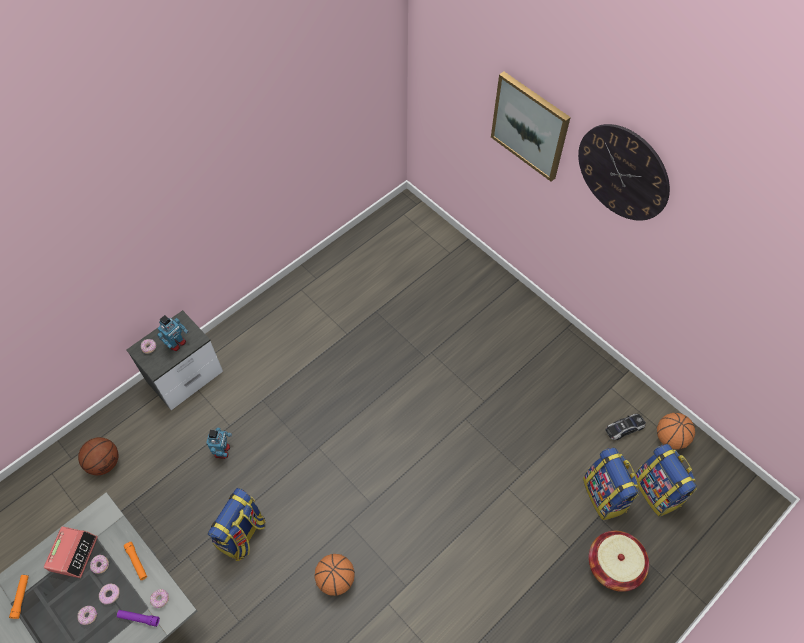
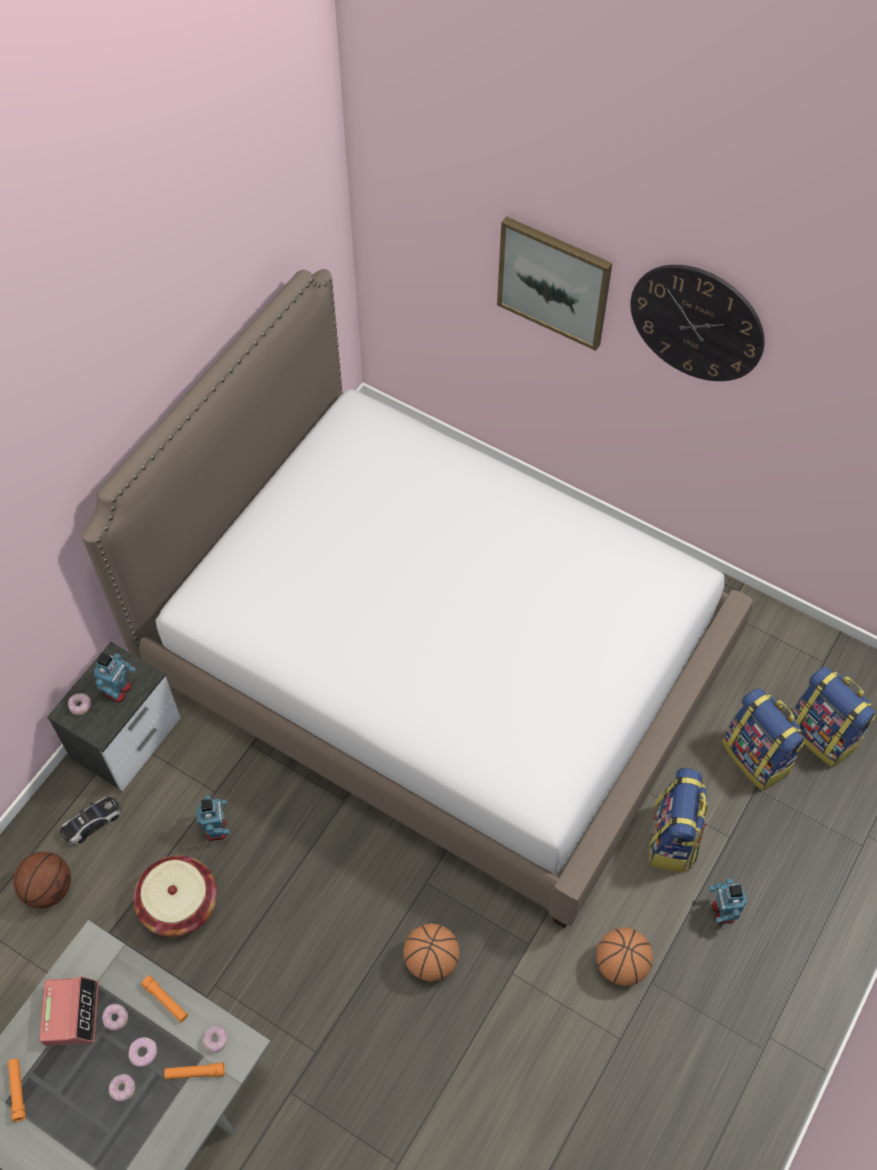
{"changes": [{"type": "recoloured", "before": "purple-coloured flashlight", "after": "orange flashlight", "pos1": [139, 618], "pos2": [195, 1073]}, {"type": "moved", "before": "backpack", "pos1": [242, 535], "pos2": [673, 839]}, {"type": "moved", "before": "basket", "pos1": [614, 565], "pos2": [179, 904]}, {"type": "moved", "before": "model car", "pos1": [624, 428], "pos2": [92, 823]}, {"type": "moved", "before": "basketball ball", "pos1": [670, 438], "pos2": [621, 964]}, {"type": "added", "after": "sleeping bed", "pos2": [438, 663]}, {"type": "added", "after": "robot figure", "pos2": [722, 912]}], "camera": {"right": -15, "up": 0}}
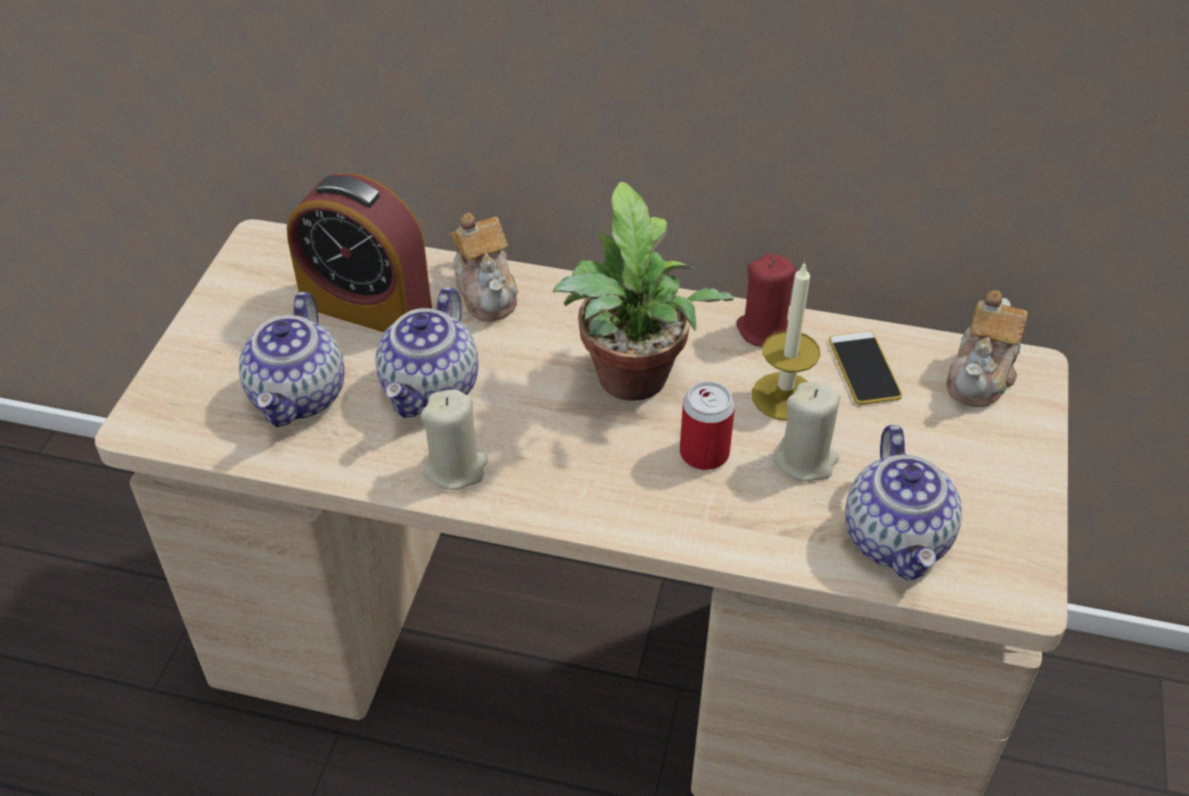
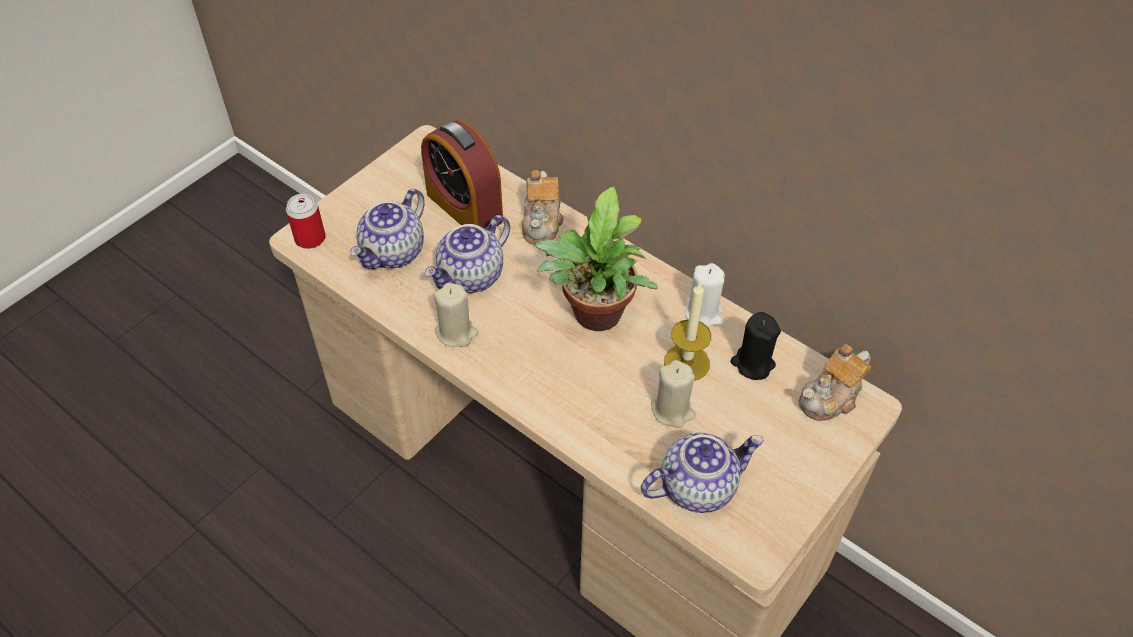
{"changes": [{"type": "moved", "before": "can", "pos1": [704, 453], "pos2": [310, 238]}, {"type": "recoloured", "before": "red wax candle", "after": "whitish wax candle", "pos1": [765, 331], "pos2": [703, 313]}, {"type": "replaced", "before": "phone", "after": "black-coloured wax candle", "pos1": [864, 368], "pos2": [752, 363]}, {"type": "turned", "before": "teapot", "pos1": [898, 540], "pos2": [697, 486], "turn": -135}], "camera": {"right": 25, "up": 5}}
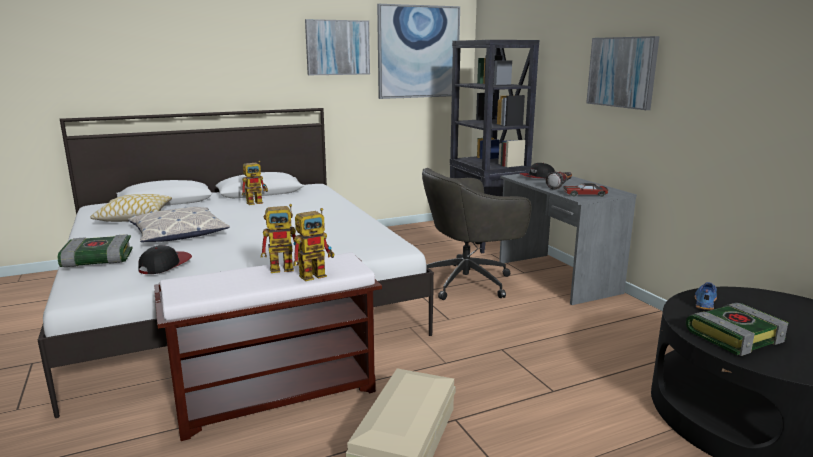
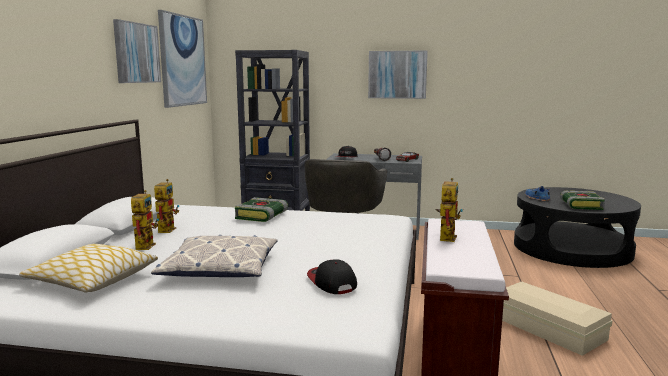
{"changes": [{"type": "moved", "before": "bound book", "pos1": [96, 260], "pos2": [262, 216]}, {"type": "moved", "before": "robot figure", "pos1": [317, 274], "pos2": [145, 245]}], "camera": {"right": -55, "up": -5}}
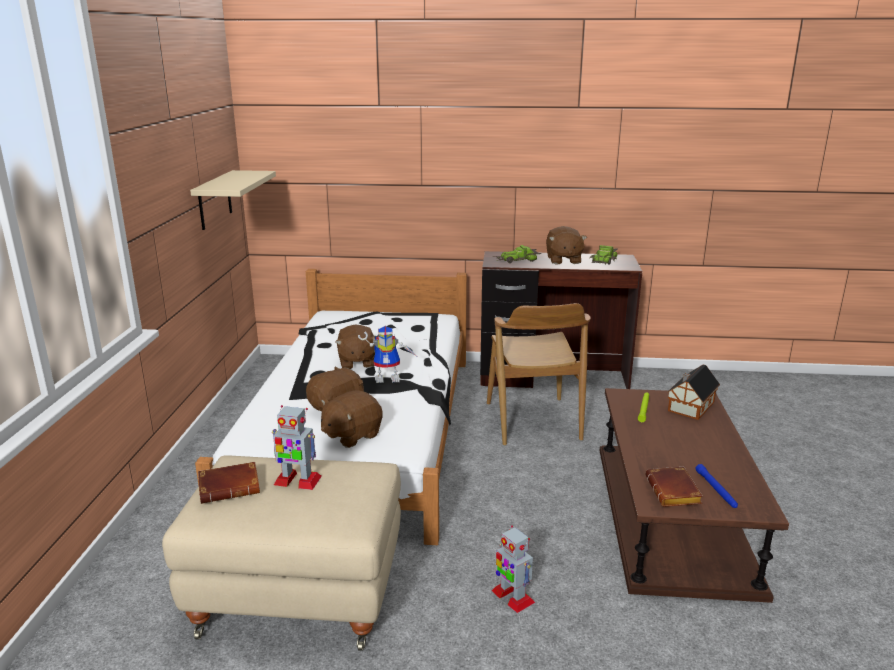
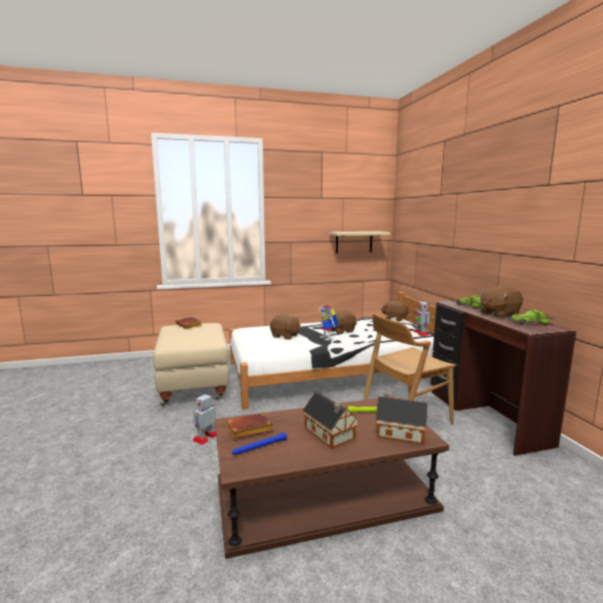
{"changes": [{"type": "moved", "before": "robot figure", "pos1": [297, 480], "pos2": [421, 333]}, {"type": "moved", "before": "brown soft toy", "pos1": [351, 435], "pos2": [394, 319]}, {"type": "added", "after": "miniature house", "pos2": [330, 434]}], "camera": {"right": 70, "up": -10}}
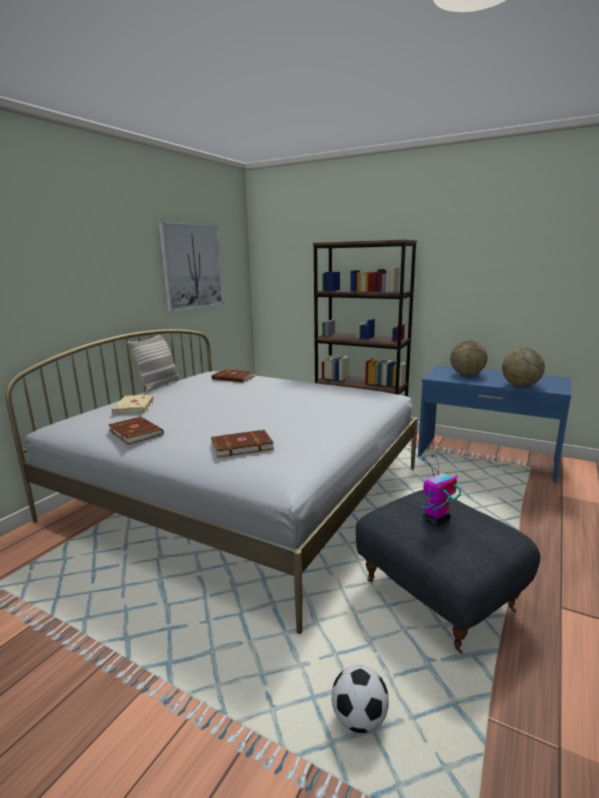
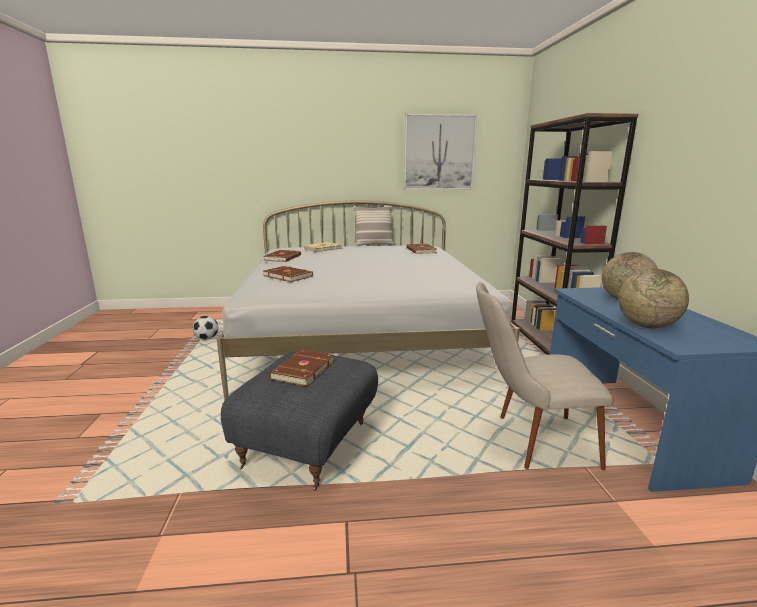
{"changes": [{"type": "moved", "before": "football", "pos1": [359, 719], "pos2": [206, 339]}, {"type": "replaced", "before": "robot figure", "after": "brown bound book", "pos1": [436, 520], "pos2": [302, 370]}, {"type": "added", "after": "sand-coloured plain chair", "pos2": [528, 441]}], "camera": {"right": 55, "up": 0}}
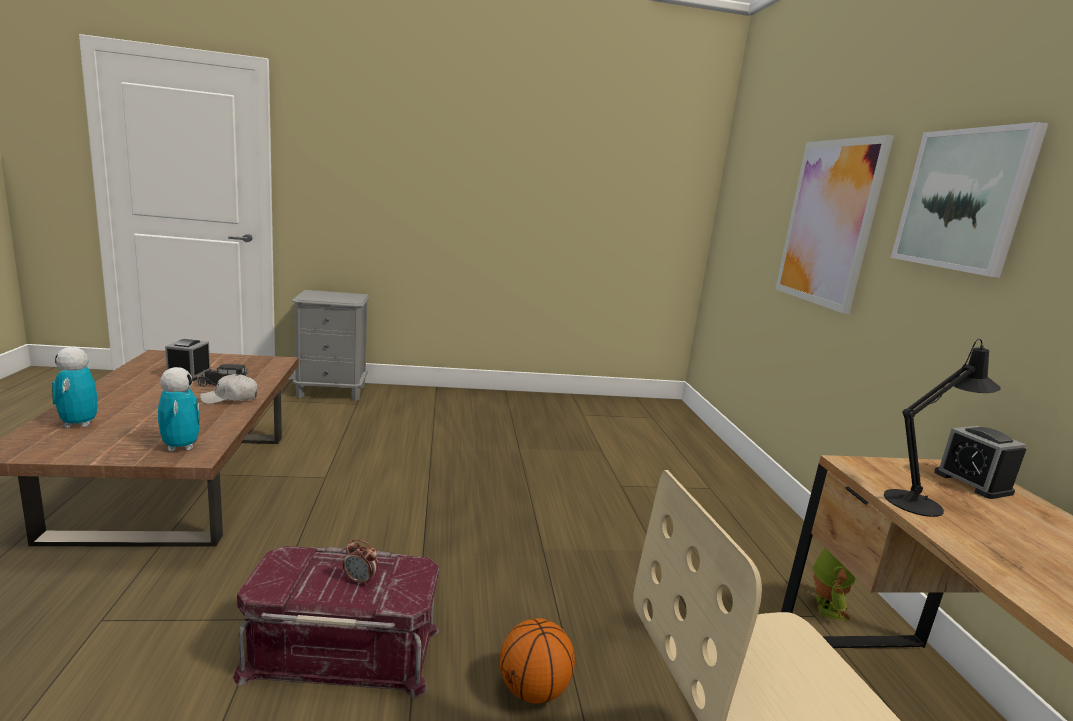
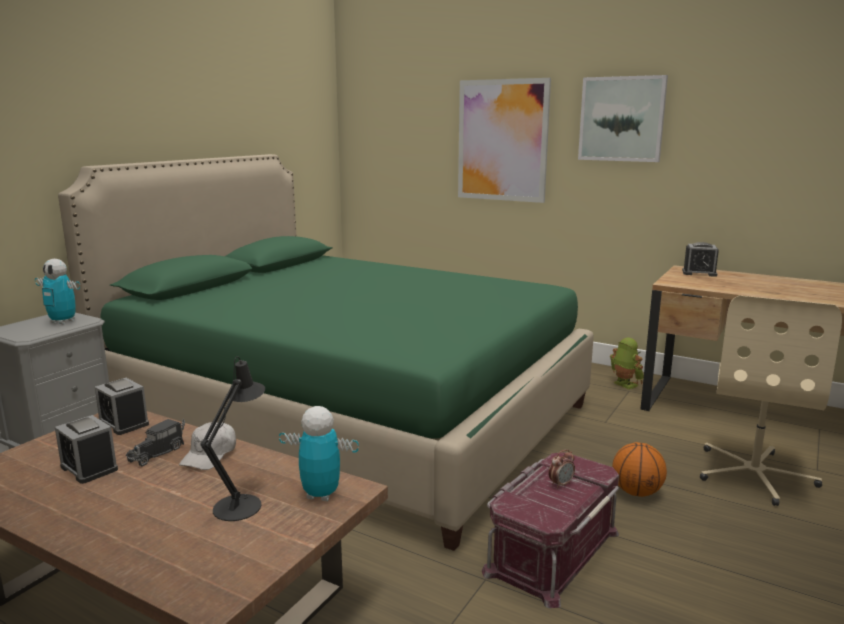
{"changes": [{"type": "moved", "before": "robot figure", "pos1": [79, 424], "pos2": [63, 322]}, {"type": "moved", "before": "black-coloured lamp for a table", "pos1": [919, 502], "pos2": [241, 503]}, {"type": "added", "after": "green sleeping bed", "pos2": [347, 414]}, {"type": "added", "after": "alarm clock", "pos2": [124, 423]}], "camera": {"right": -50, "up": 0}}
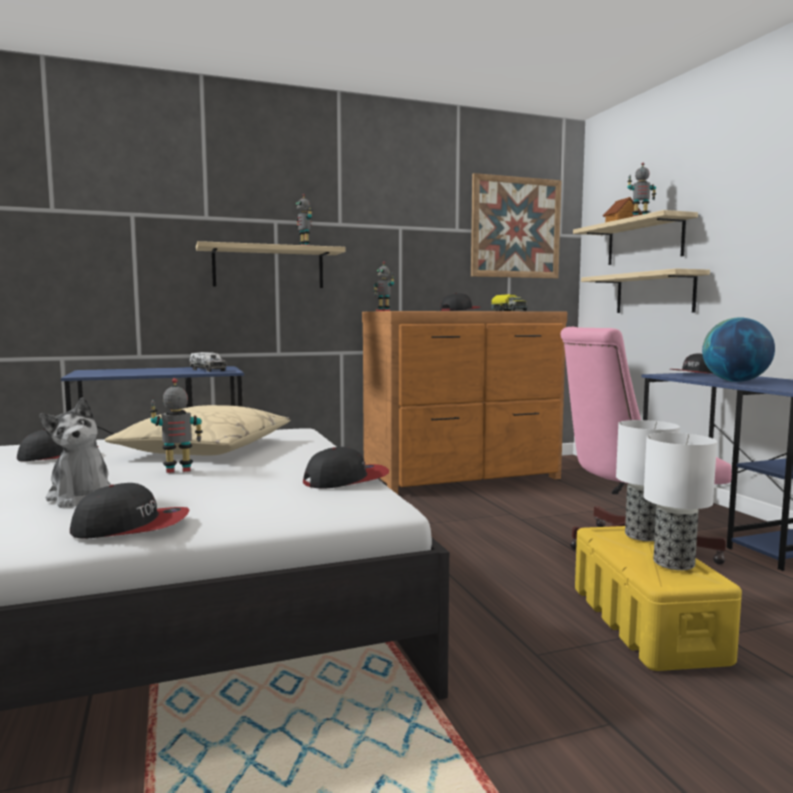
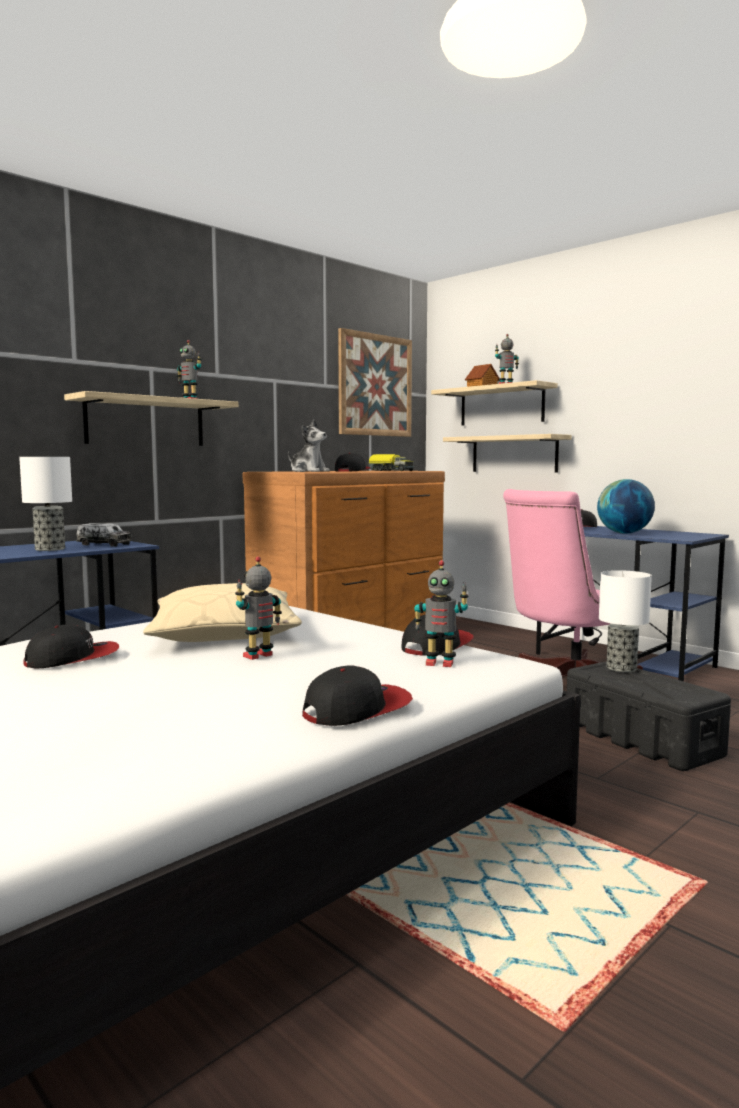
{"changes": [{"type": "moved", "before": "soft toy", "pos1": [82, 496], "pos2": [308, 471]}, {"type": "moved", "before": "robot figure", "pos1": [383, 311], "pos2": [439, 663]}, {"type": "recoloured", "before": "yellow storage container", "after": "black-coloured storage container", "pos1": [646, 624], "pos2": [642, 740]}, {"type": "moved", "before": "lamp for a table", "pos1": [672, 563], "pos2": [49, 549]}], "camera": {"right": -25, "up": 0}}
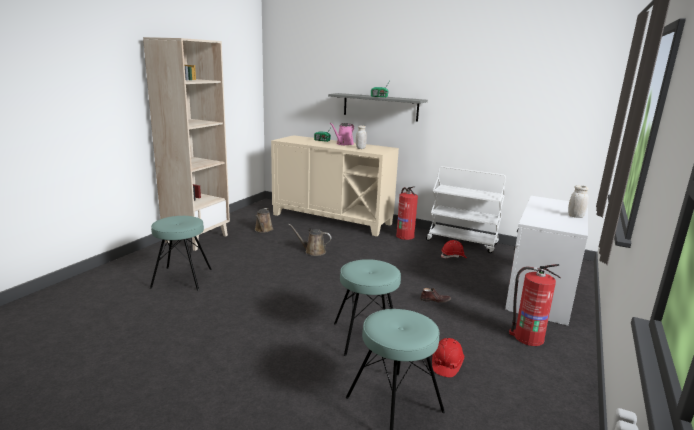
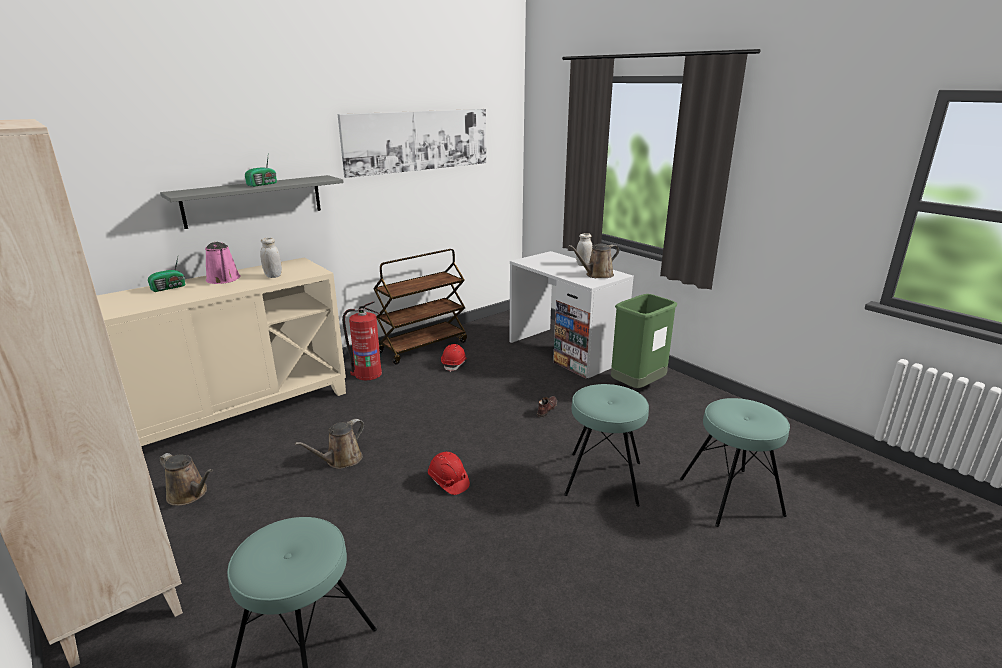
{"changes": [{"type": "recoloured", "before": "whitish cart", "after": "brown cart", "pos1": [462, 242], "pos2": [423, 346]}, {"type": "moved", "before": "red safety helmet", "pos1": [446, 365], "pos2": [448, 481]}, {"type": "replaced", "before": "fire-fighting cylinder", "after": "green waste bin", "pos1": [527, 337], "pos2": [637, 387]}, {"type": "added", "after": "wall art", "pos2": [418, 140]}, {"type": "added", "after": "brown watering can", "pos2": [597, 275]}], "camera": {"right": -65, "up": 5}}
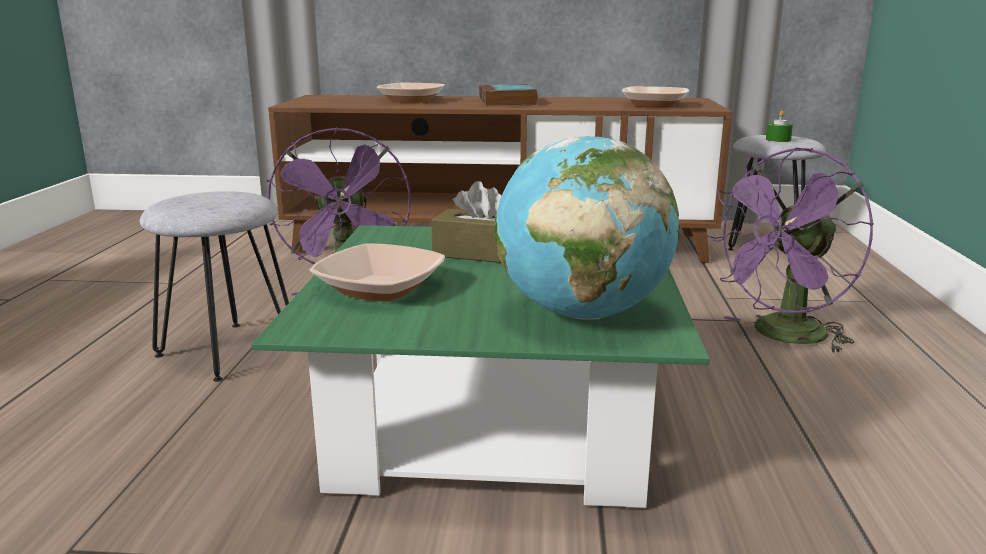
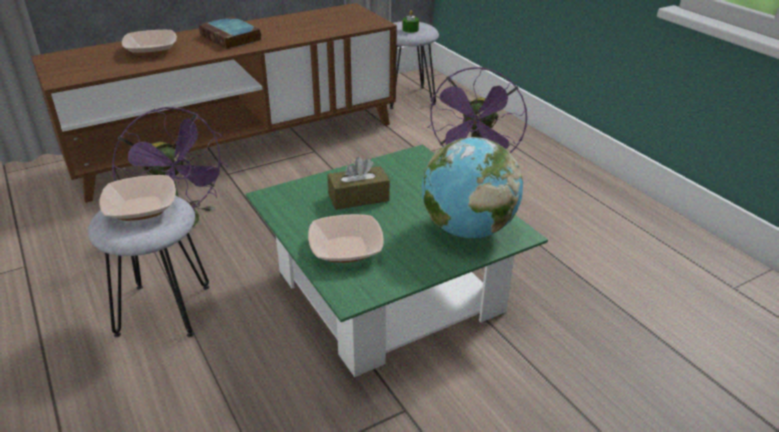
{"changes": [{"type": "moved", "before": "serving bowl", "pos1": [654, 105], "pos2": [141, 208]}], "camera": {"right": -35, "up": 15}}
